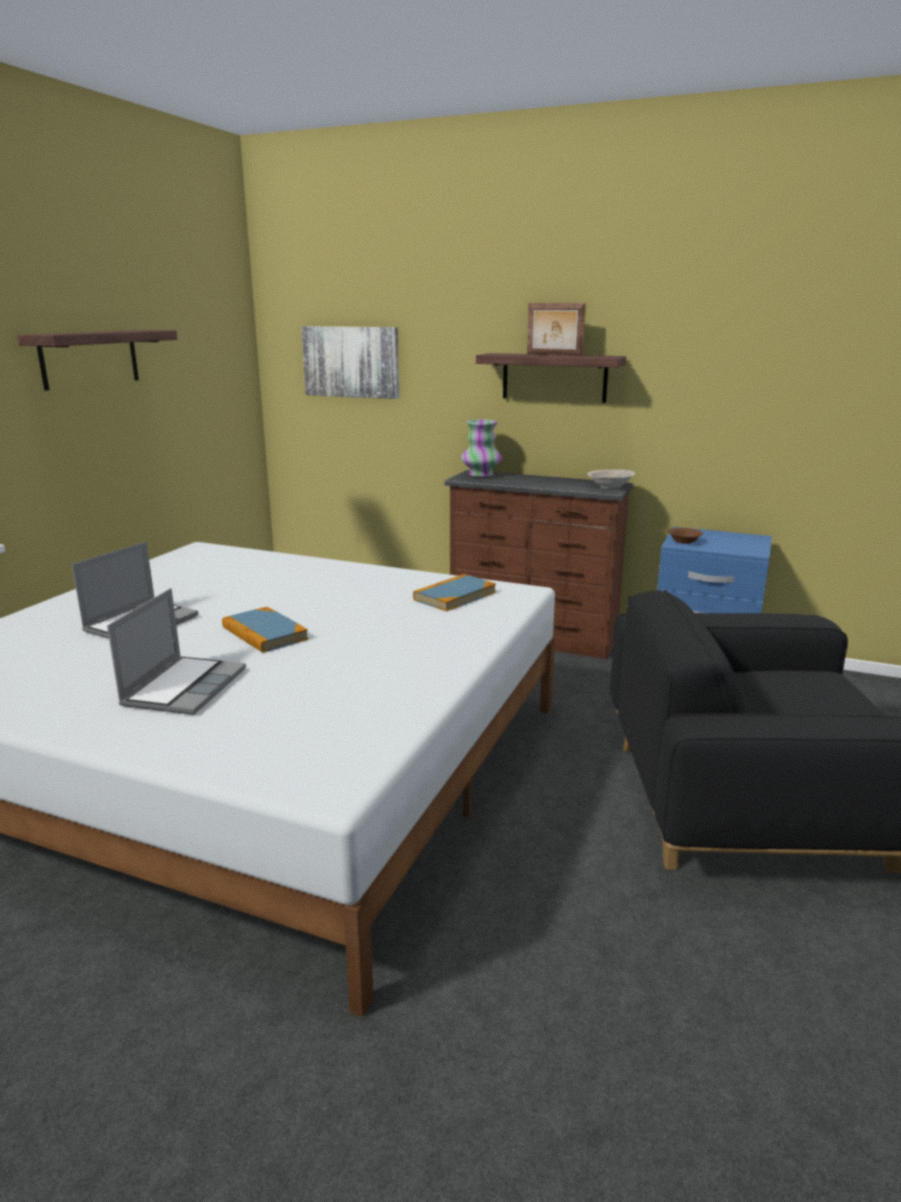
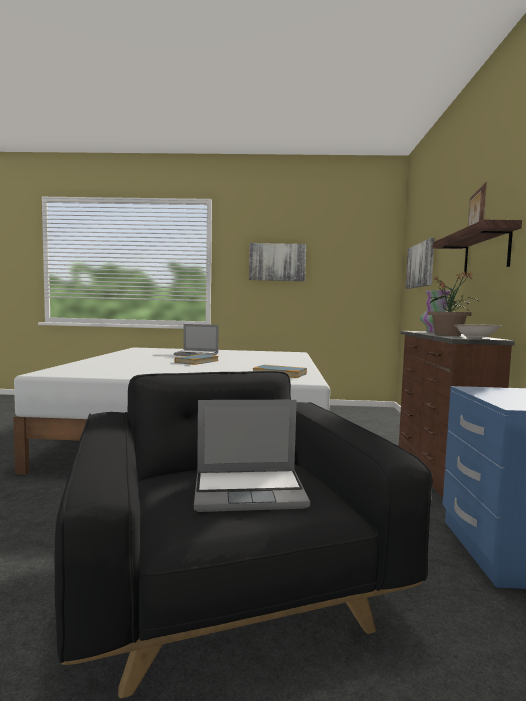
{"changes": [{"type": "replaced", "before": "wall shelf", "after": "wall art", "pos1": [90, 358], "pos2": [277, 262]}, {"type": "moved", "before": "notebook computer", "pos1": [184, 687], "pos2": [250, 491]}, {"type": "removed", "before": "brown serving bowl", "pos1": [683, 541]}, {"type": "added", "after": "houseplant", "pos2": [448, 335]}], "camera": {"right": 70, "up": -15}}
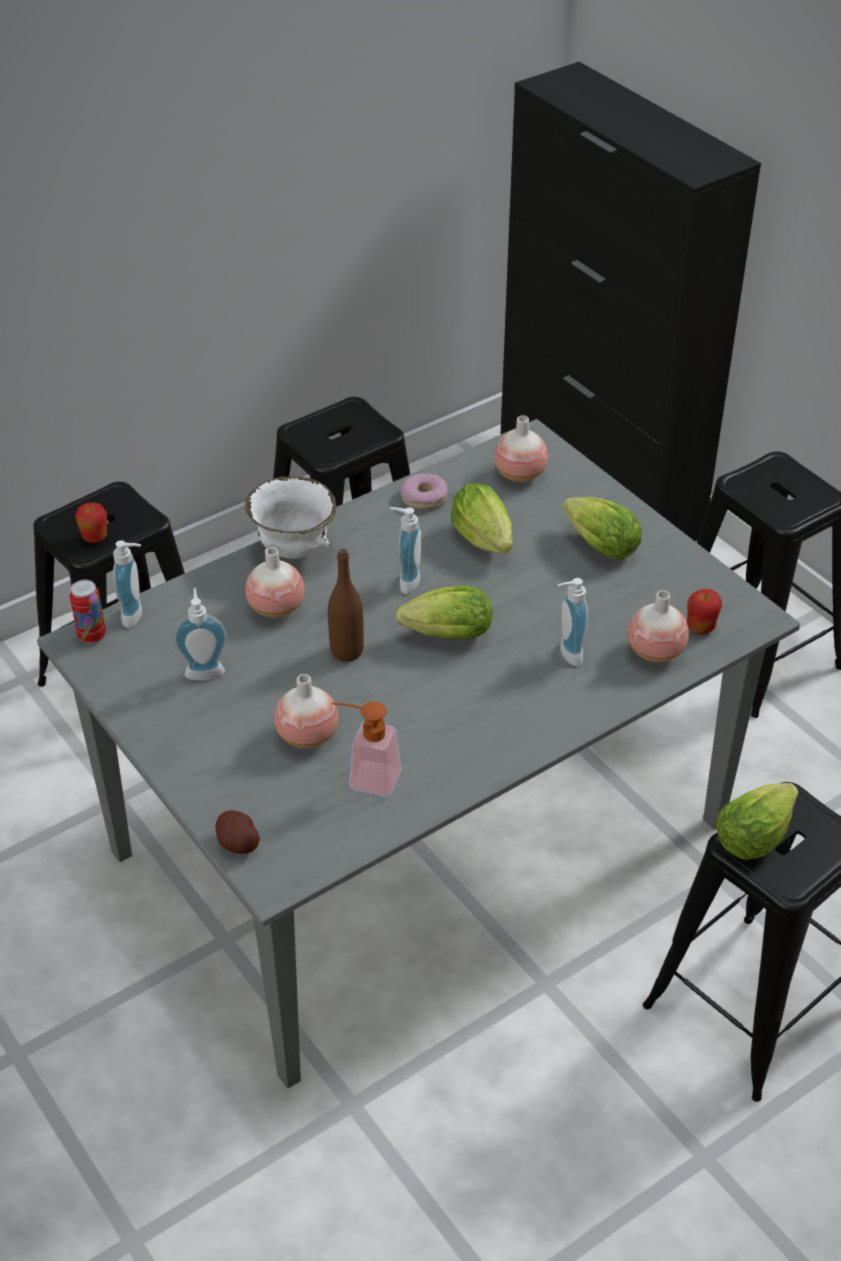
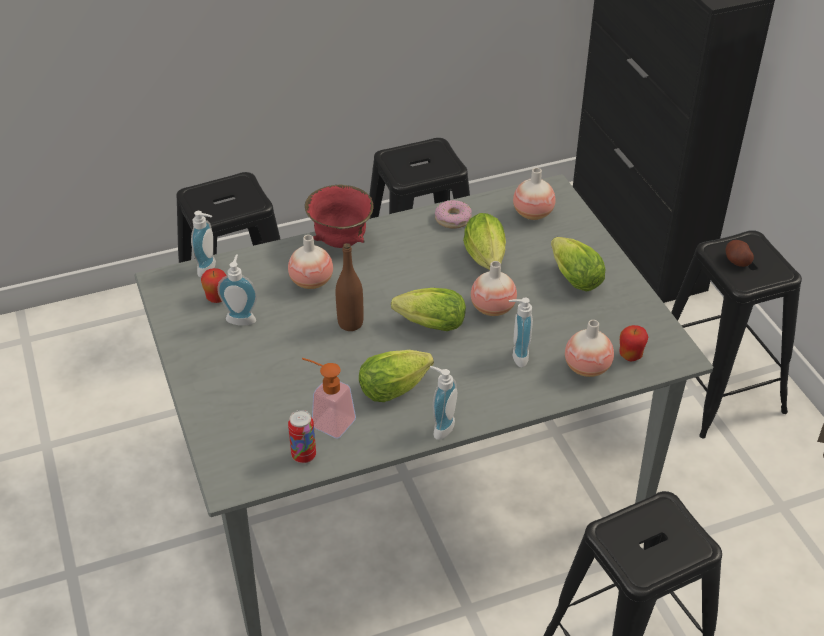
{"changes": [{"type": "moved", "before": "can", "pos1": [92, 636], "pos2": [304, 455]}, {"type": "moved", "before": "whole apple", "pos1": [95, 538], "pos2": [217, 298]}, {"type": "moved", "before": "whole potato", "pos1": [238, 843], "pos2": [737, 261]}, {"type": "recoloured", "before": "whitish serving bowl", "after": "red serving bowl", "pos1": [293, 551], "pos2": [340, 242]}, {"type": "moved", "before": "vase", "pos1": [307, 736], "pos2": [492, 308]}, {"type": "moved", "before": "soap dispenser", "pos1": [405, 581], "pos2": [440, 427]}, {"type": "moved", "before": "lettuce", "pos1": [757, 835], "pos2": [397, 387]}], "camera": {"right": 15, "up": 0}}
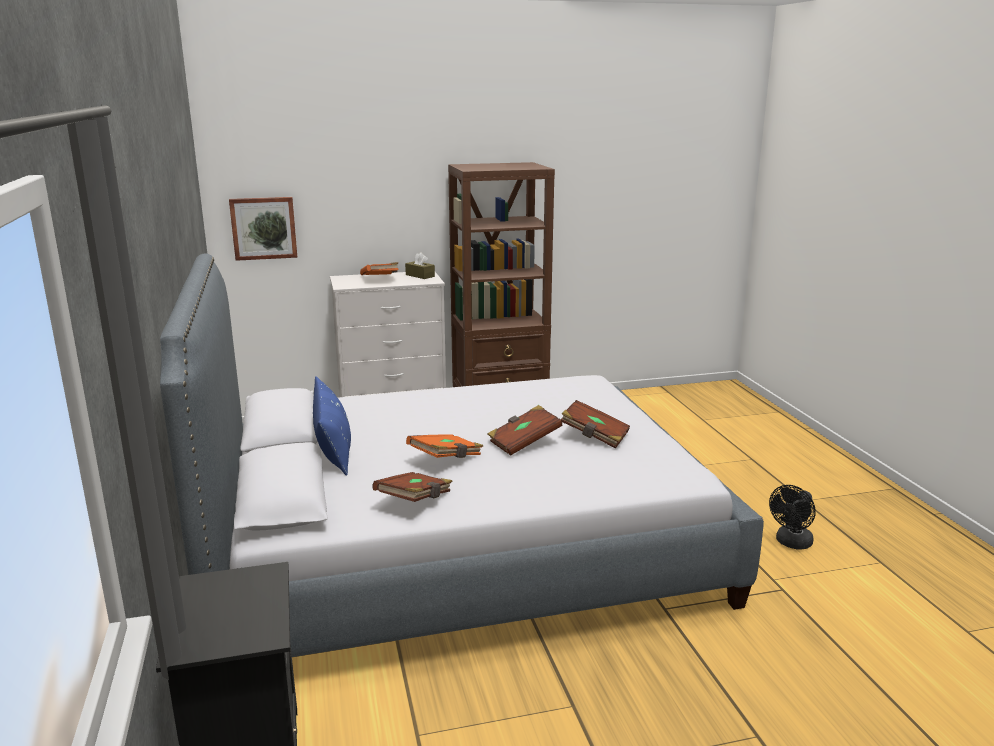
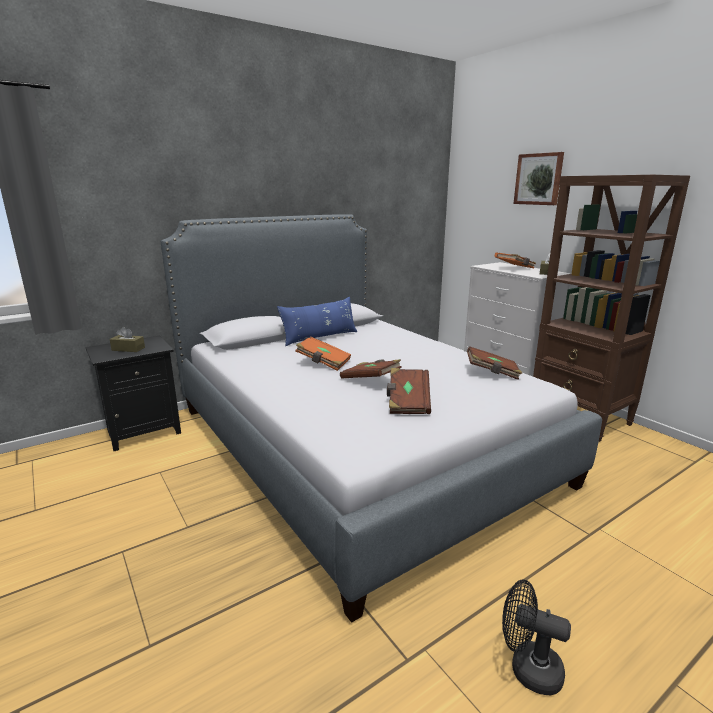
{"changes": [{"type": "moved", "before": "wall art", "pos1": [263, 228], "pos2": [538, 179]}, {"type": "moved", "before": "brown bound book", "pos1": [415, 500], "pos2": [492, 373]}, {"type": "added", "after": "brown tissue holder", "pos2": [128, 349]}], "camera": {"right": 70, "up": 0}}
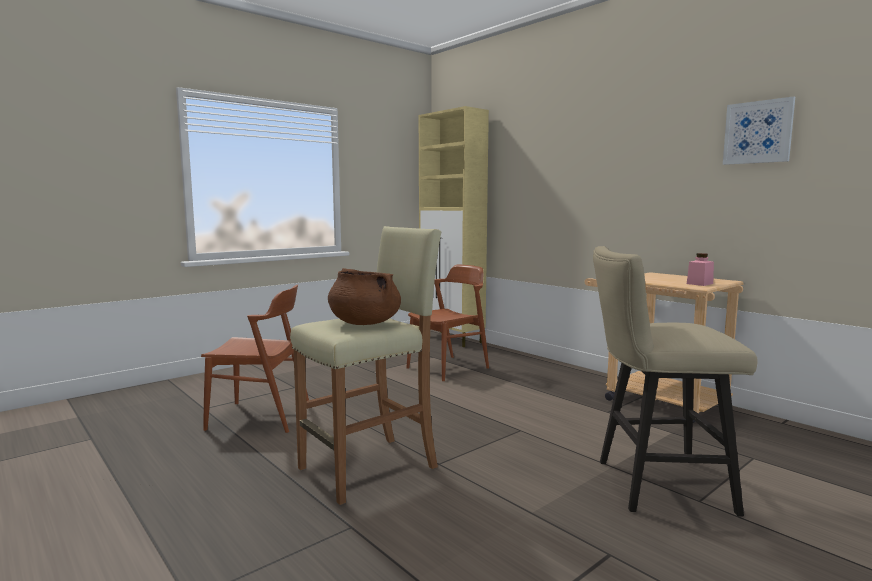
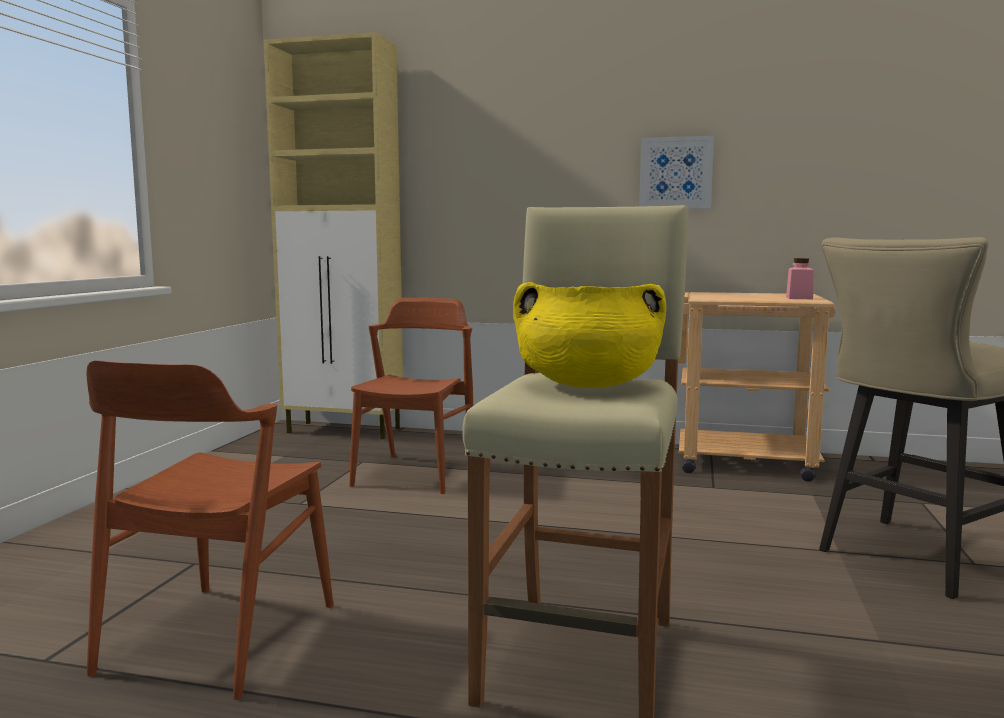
{"changes": [{"type": "turned", "before": "brown plain chair", "pos1": [260, 417], "pos2": [219, 637], "turn": 135}, {"type": "recoloured", "before": "brown cooking pot", "after": "yellow cooking pot", "pos1": [364, 323], "pos2": [587, 385]}, {"type": "moved", "before": "wall art", "pos1": [758, 132], "pos2": [675, 173]}], "camera": {"right": -35, "up": 0}}
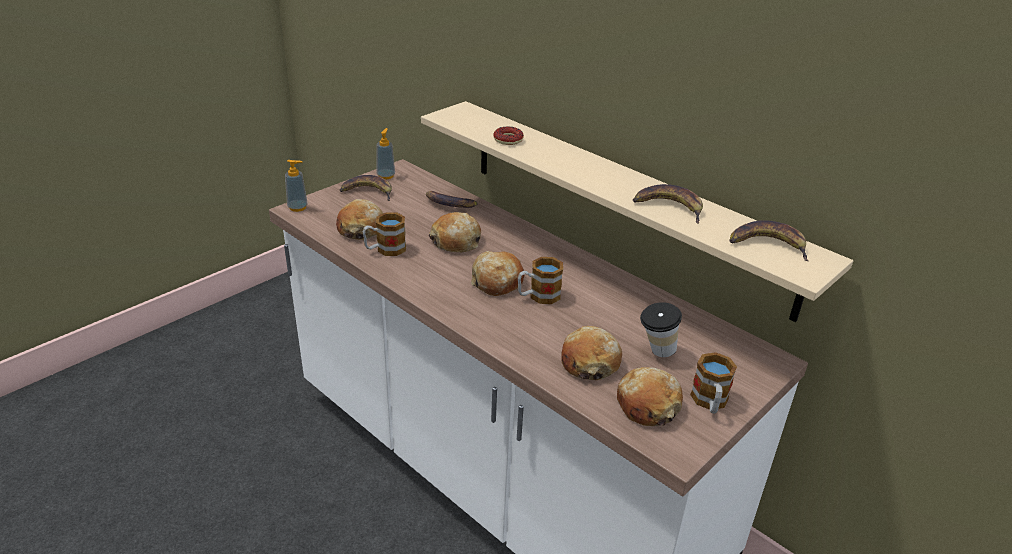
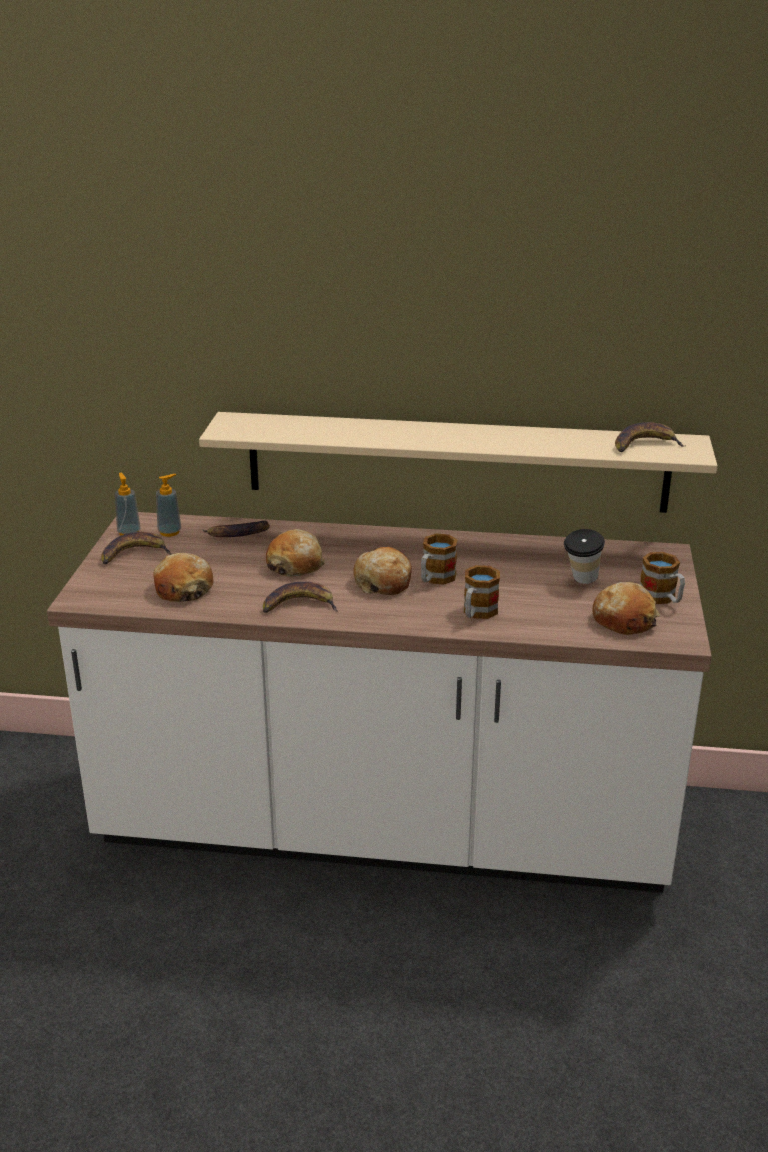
{"changes": [{"type": "moved", "before": "soap dispenser", "pos1": [298, 207], "pos2": [169, 532]}, {"type": "moved", "before": "coffee mug", "pos1": [385, 249], "pos2": [477, 613]}, {"type": "removed", "before": "doughnut", "pos1": [508, 140]}, {"type": "removed", "before": "bakery bread", "pos1": [589, 362]}, {"type": "moved", "before": "banana", "pos1": [669, 207], "pos2": [299, 605]}], "camera": {"right": -35, "up": -5}}
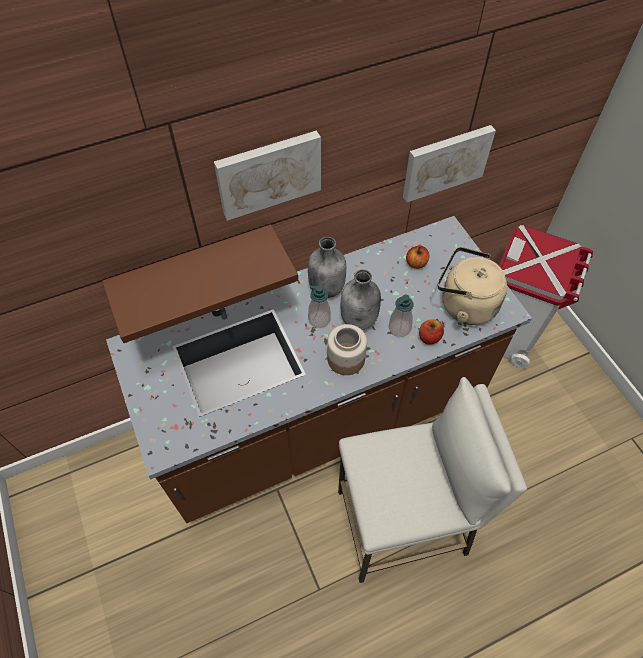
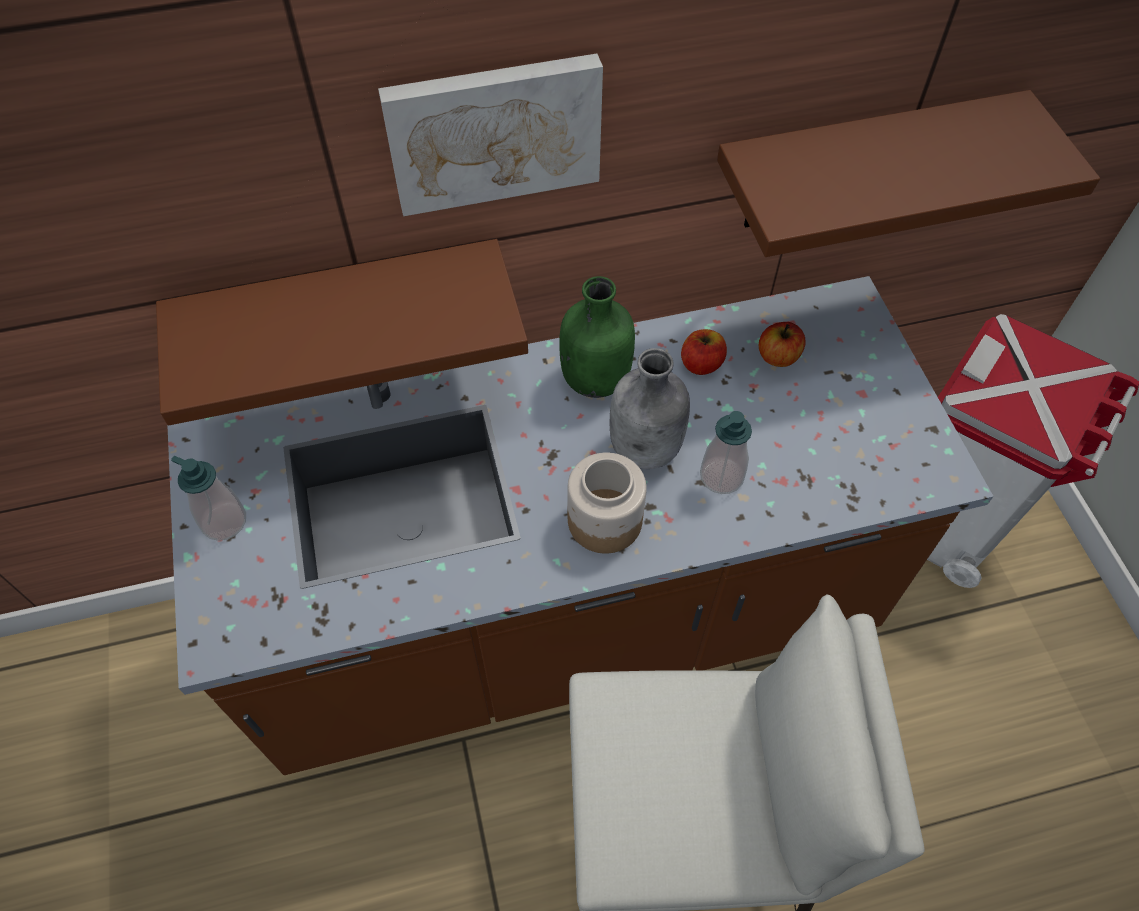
{"changes": [{"type": "recoloured", "before": "greyish bottle", "after": "green bottle", "pos1": [327, 287], "pos2": [596, 378]}, {"type": "moved", "before": "soap dispenser", "pos1": [319, 319], "pos2": [224, 522]}, {"type": "replaced", "before": "wall art", "after": "brown wall shelf", "pos1": [445, 161], "pos2": [863, 162]}, {"type": "moved", "before": "whole apple", "pos1": [429, 337], "pos2": [701, 364]}, {"type": "removed", "before": "sand-coloured kettle", "pos1": [464, 304]}], "camera": {"right": 10, "up": 0}}
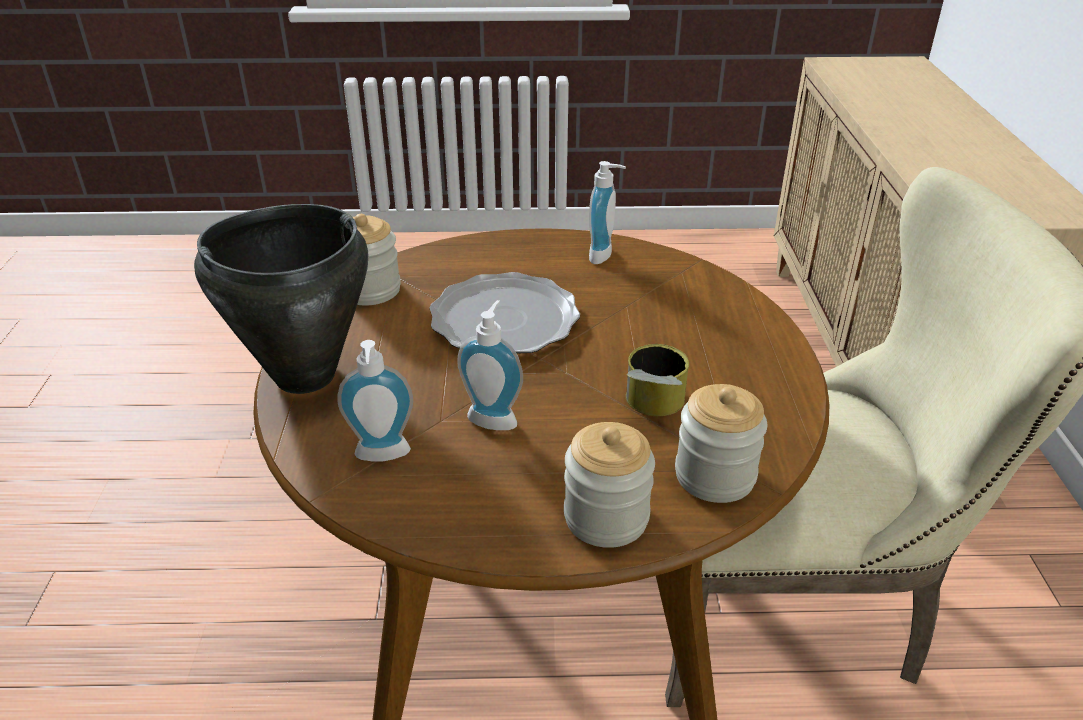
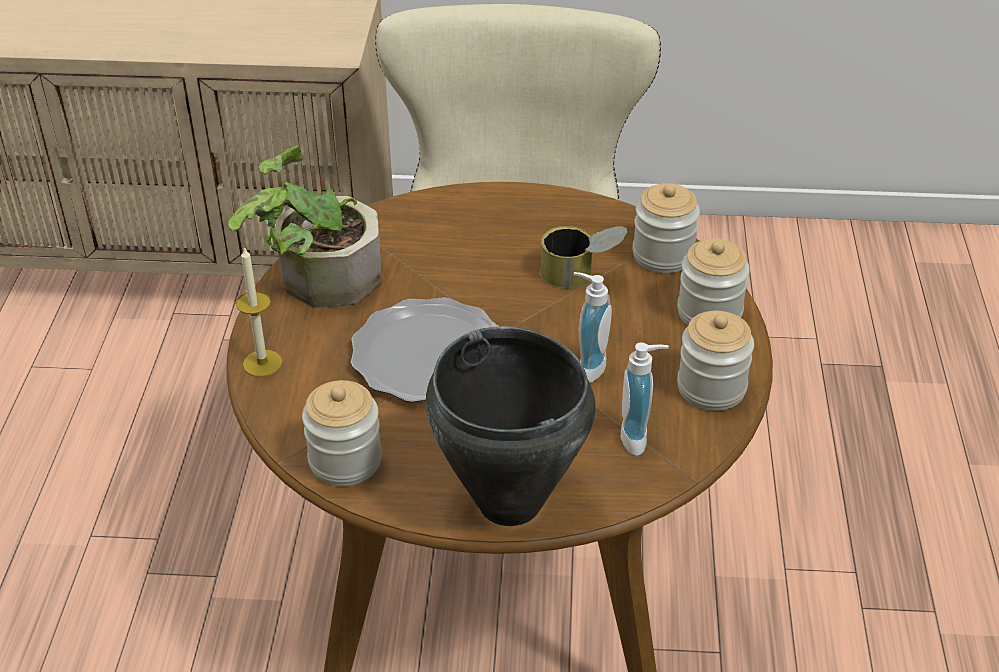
{"changes": [{"type": "replaced", "before": "soap dispenser", "after": "houseplant", "pos1": [605, 256], "pos2": [316, 278]}, {"type": "added", "after": "wax candle", "pos2": [262, 363]}, {"type": "added", "after": "preserve jar", "pos2": [711, 388]}], "camera": {"right": -85, "up": 5}}
